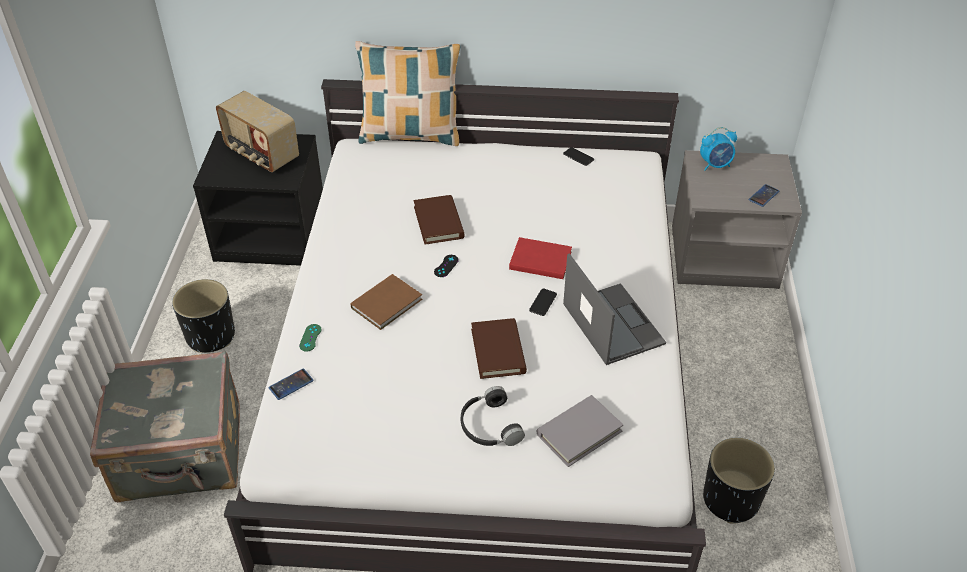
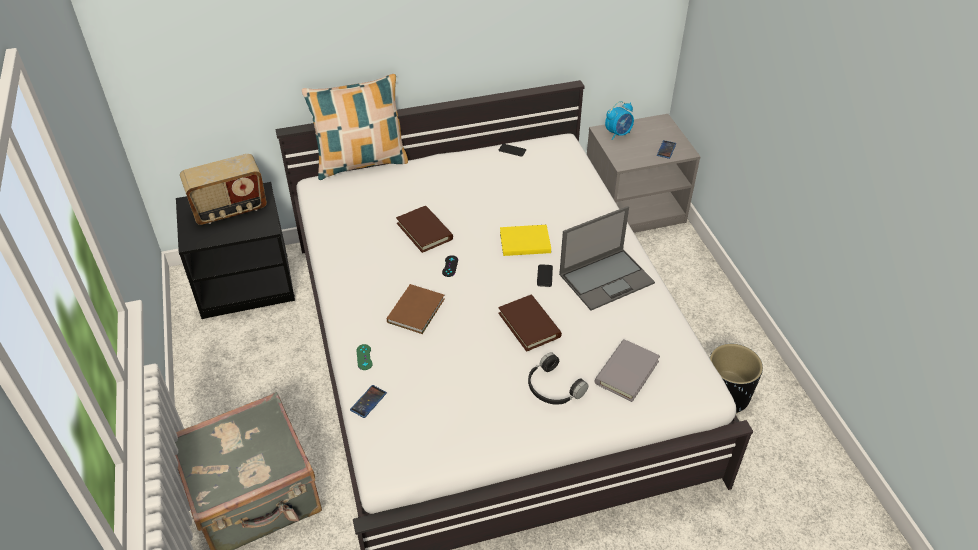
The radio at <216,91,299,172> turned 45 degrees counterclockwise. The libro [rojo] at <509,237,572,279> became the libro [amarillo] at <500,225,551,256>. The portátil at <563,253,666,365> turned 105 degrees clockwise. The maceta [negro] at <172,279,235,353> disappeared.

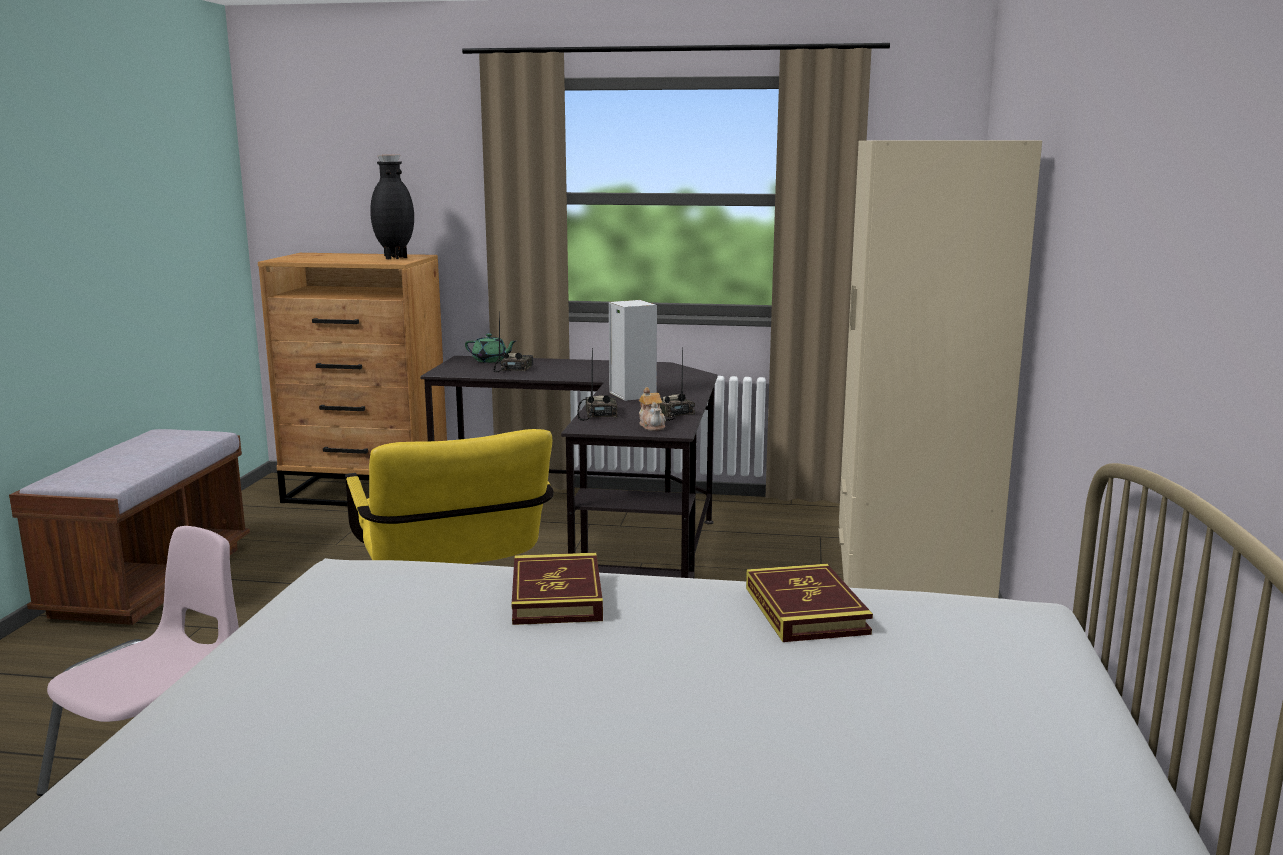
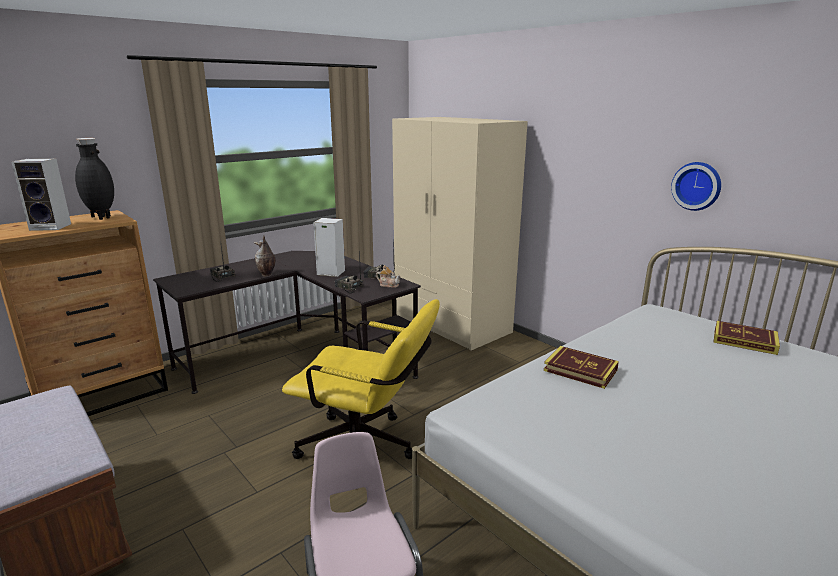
The altavoz at <11,158,71,231> appeared. The florero at <254,236,276,276> appeared. The reloj de pared at <671,162,721,211> appeared. The libro moved from <746,564,873,642> to <713,321,780,355>. The tetera [verde] at <465,334,516,363> disappeared.

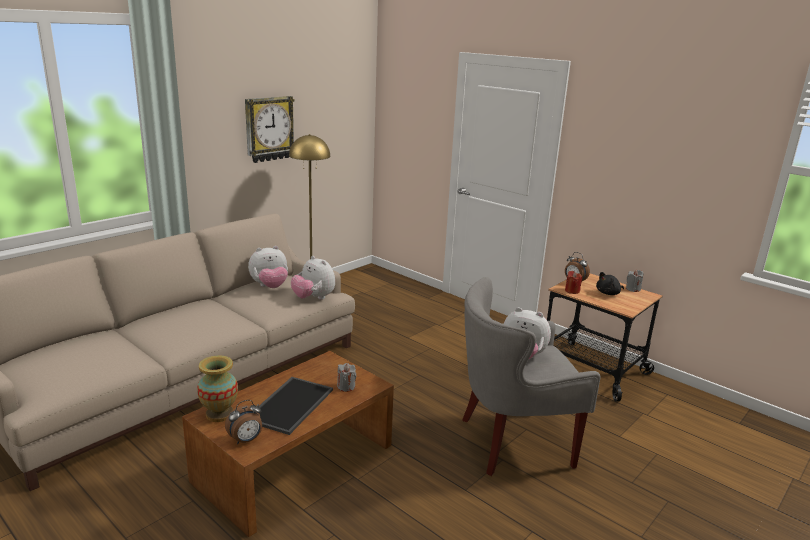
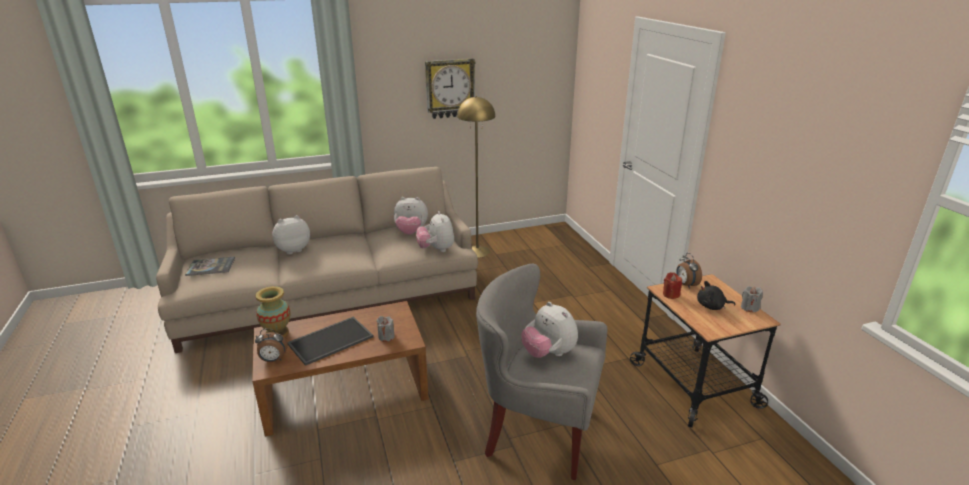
The libro at <185,257,235,276> appeared. The peluche at <272,215,310,255> appeared.

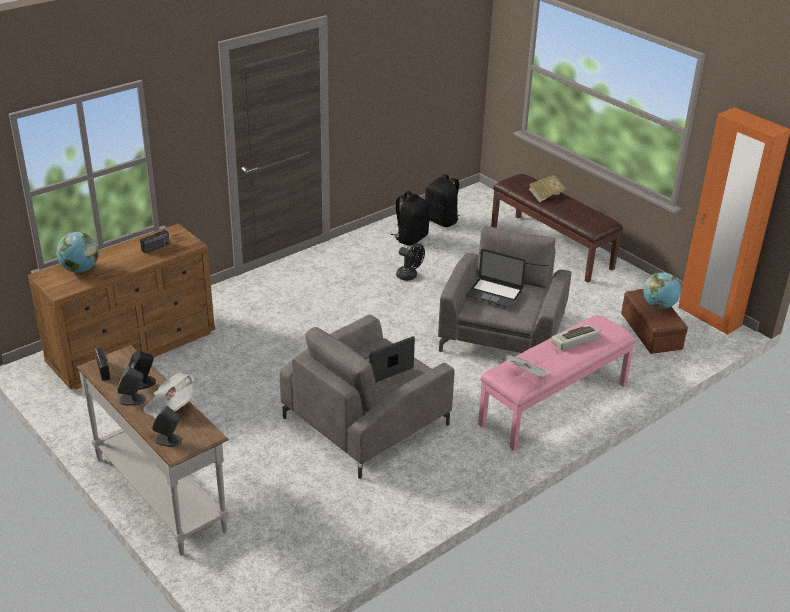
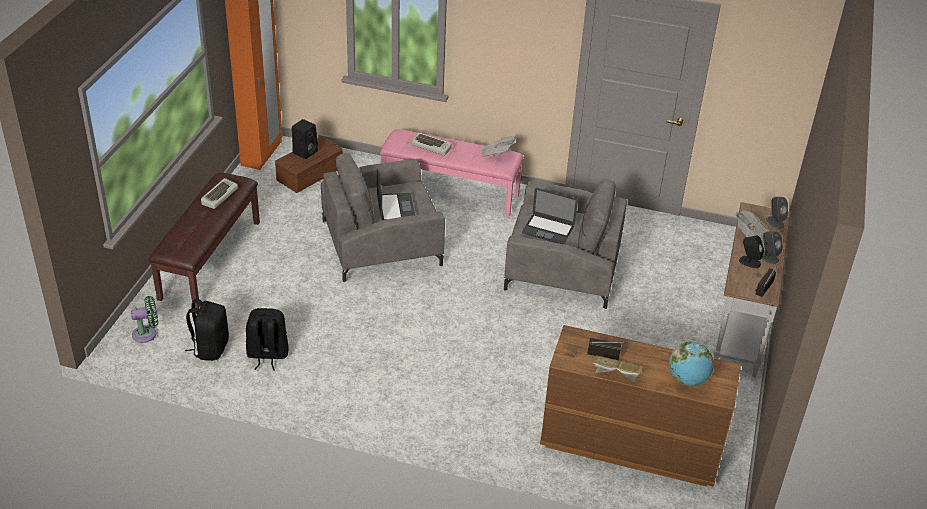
The ventilador [verde] at <131,296,158,343> appeared. The teclado at <201,178,238,209> appeared. The globo terráqueo at <643,272,681,309> was replaced by the altavoz [negro] at <292,119,318,159>. The libro moved from <529,175,566,203> to <593,356,643,382>. The ventilador [negro] at <396,244,425,281> disappeared.

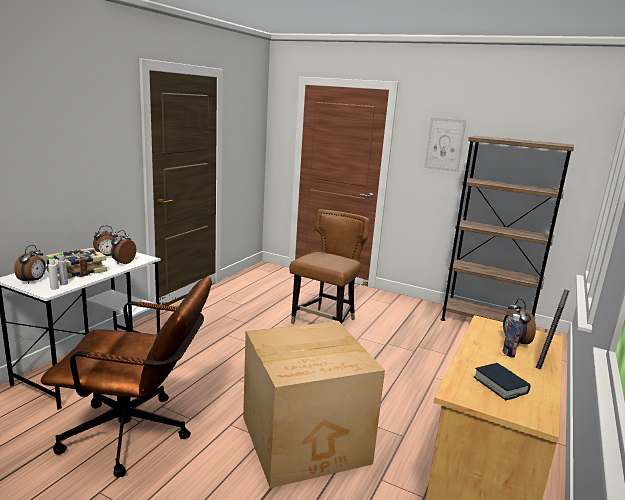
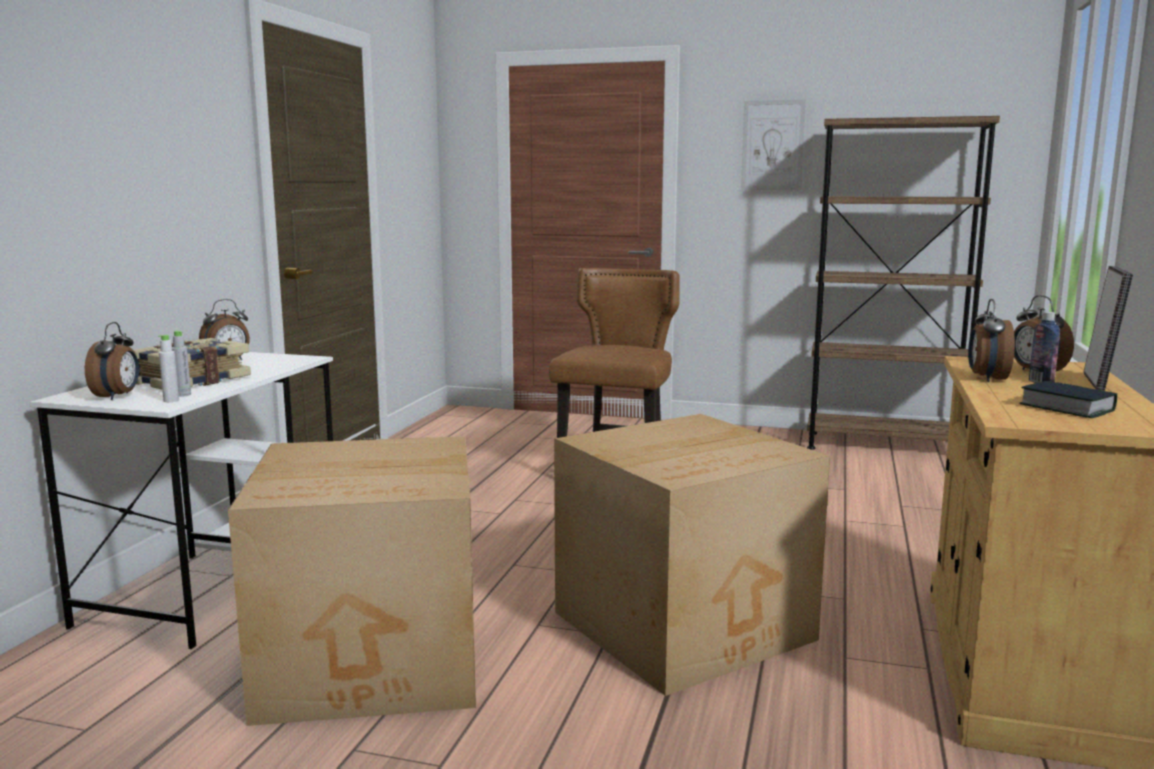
The silla de oficina [marrón] at <41,276,212,478> was replaced by the caja de cartón at <228,436,476,726>. The despertador moved from <111,230,136,264> to <968,299,1015,382>.

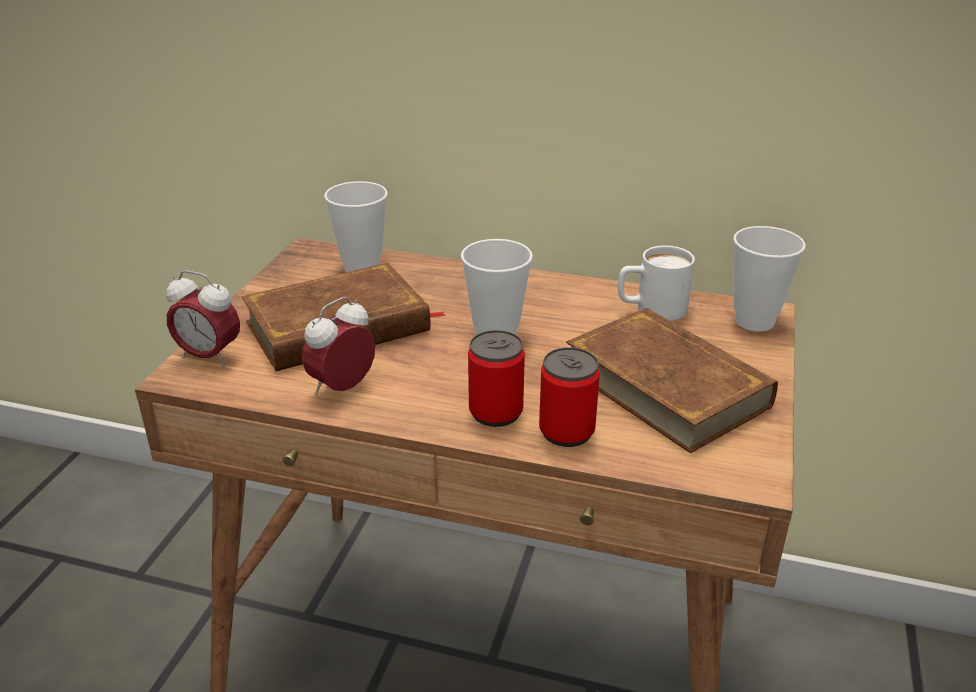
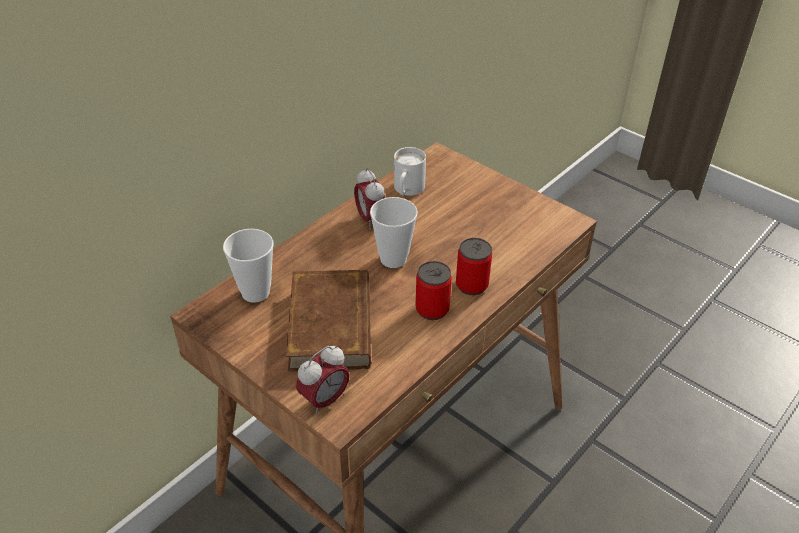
The despertador moved from <302,297,375,395> to <354,168,385,229>. The lata moved from <539,347,600,447> to <416,261,452,320>. The libro [marrón] at <566,308,778,453> disappeared. The taza at <733,226,806,331> disappeared.

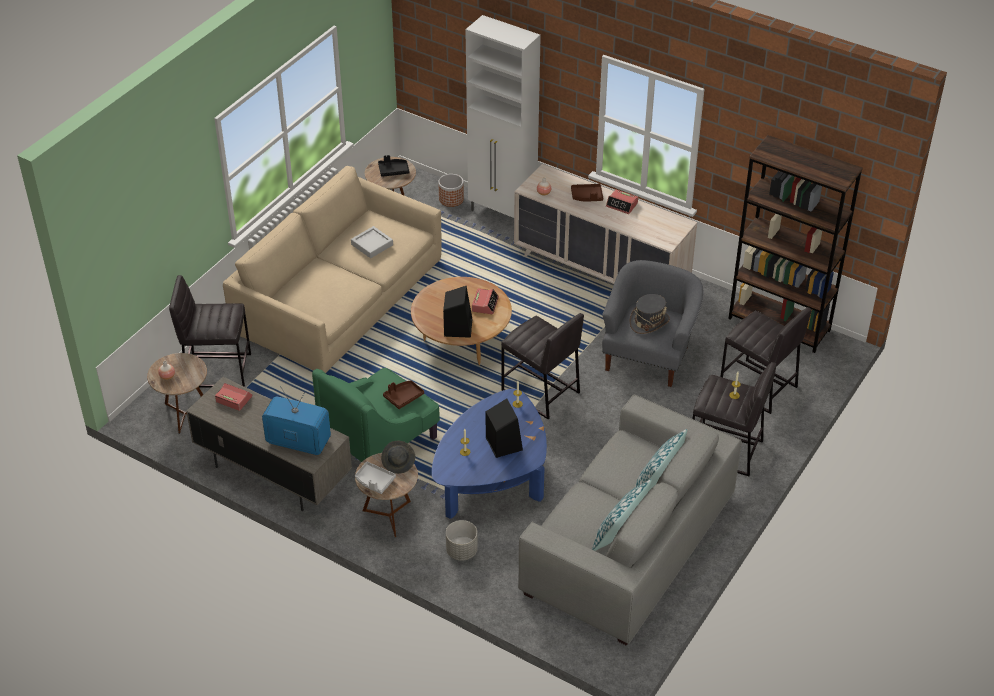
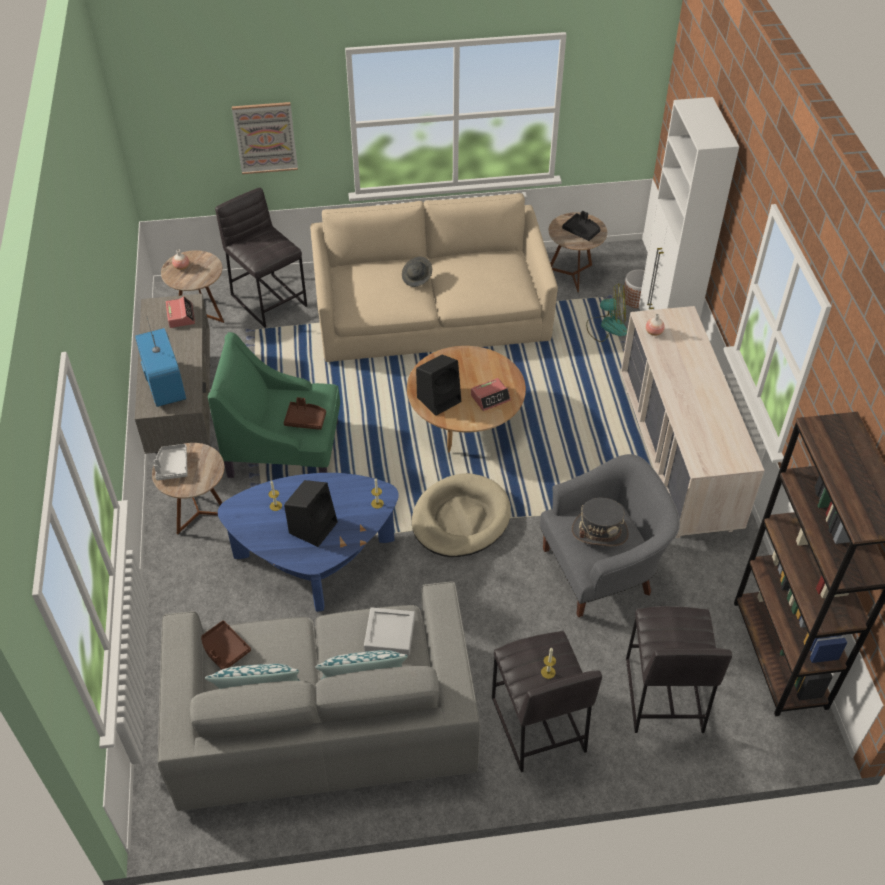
The bandeja [marrón] moved from <571,184,603,202> to <201,620,251,670>. The cuadro at <232,102,298,174> appeared. The bandeja [gris] moved from <351,226,393,258> to <364,607,415,656>. The sombrero [gris] moved from <381,441,415,474> to <402,257,432,287>. The taburete [gris] at <501,313,584,420> was replaced by the cama para perro [beis] at <412,473,511,557>. The ventilador at <586,283,627,342> appeared. The maceta [gris] at <446,520,478,561> disappeared. The despertador at <606,189,638,214> disappeared.

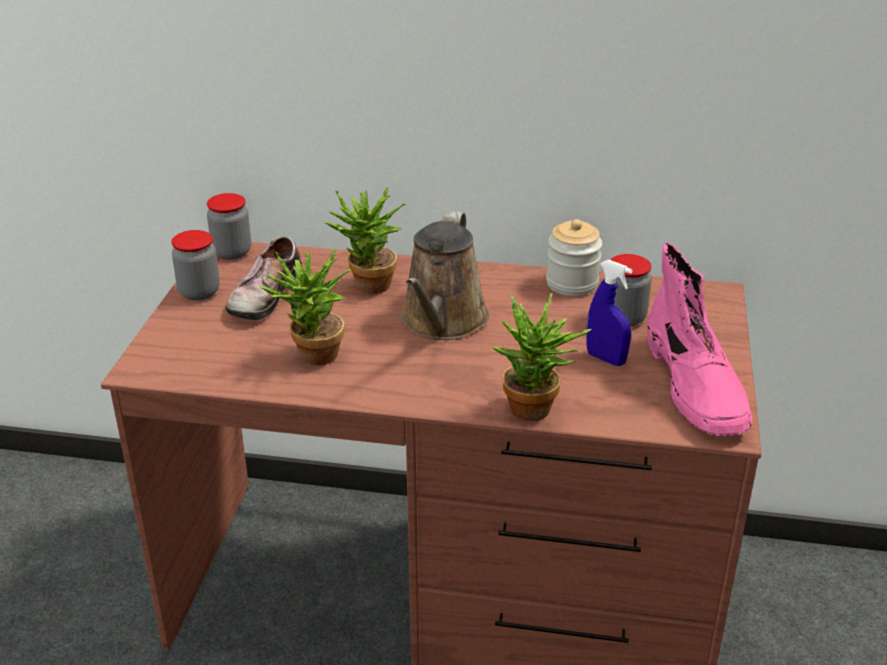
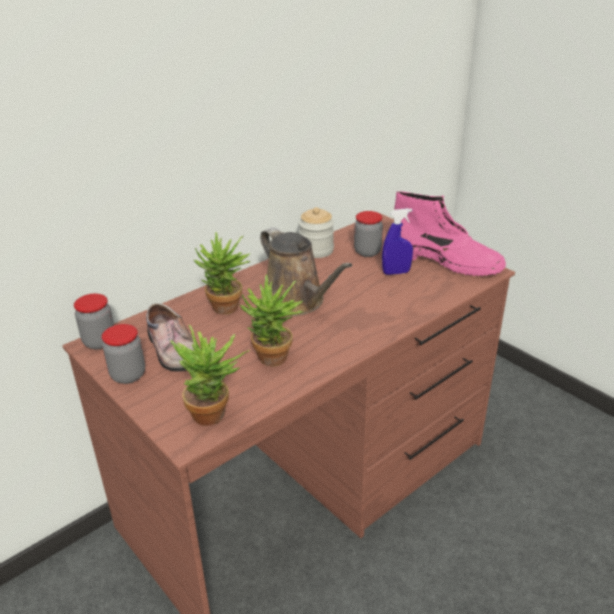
The planta en maceta moved from <492,293,592,421> to <170,325,249,426>.

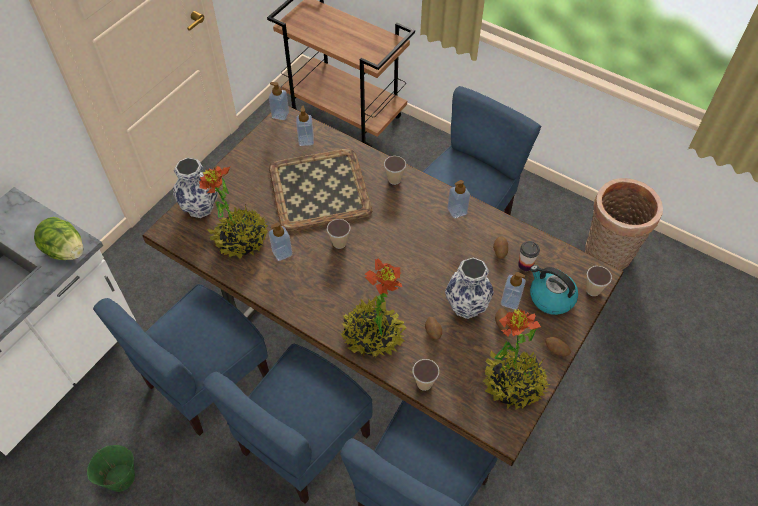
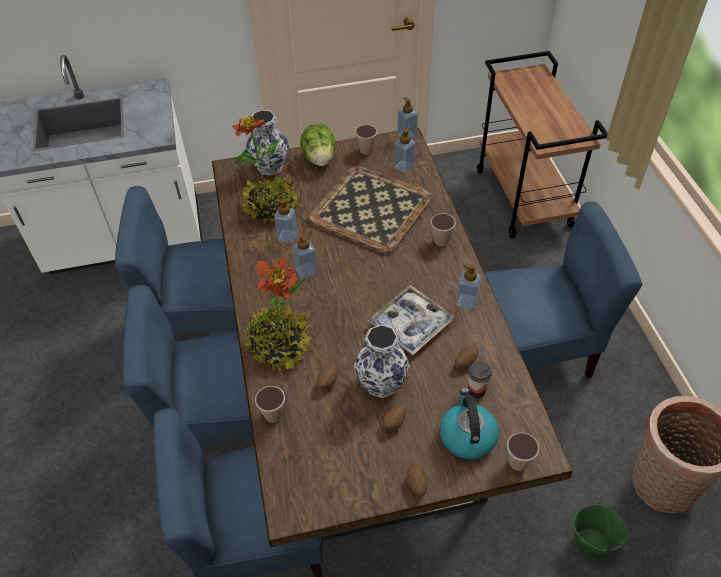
The dispensador de jabón moved from <501,272,526,310> to <293,234,317,279>. The lechuga moved from <34,217,83,260> to <300,124,336,166>. The taza moved from <327,219,350,249> to <355,125,377,155>. The bandeja at <368,285,454,355> appeared. The cubo [verde] moved from <87,445,135,492> to <573,503,628,559>. The planta en maceta at <483,309,551,409> disappeared.

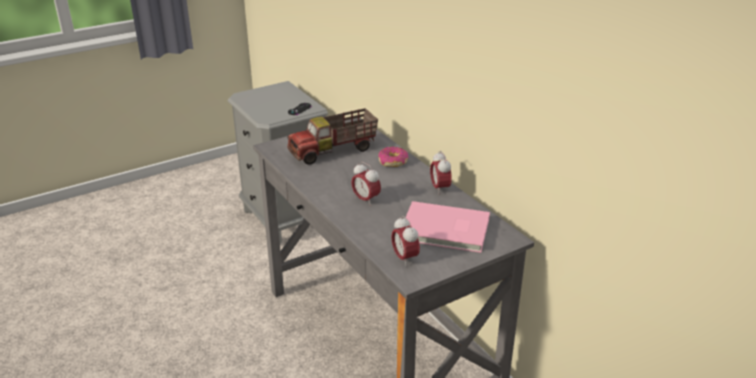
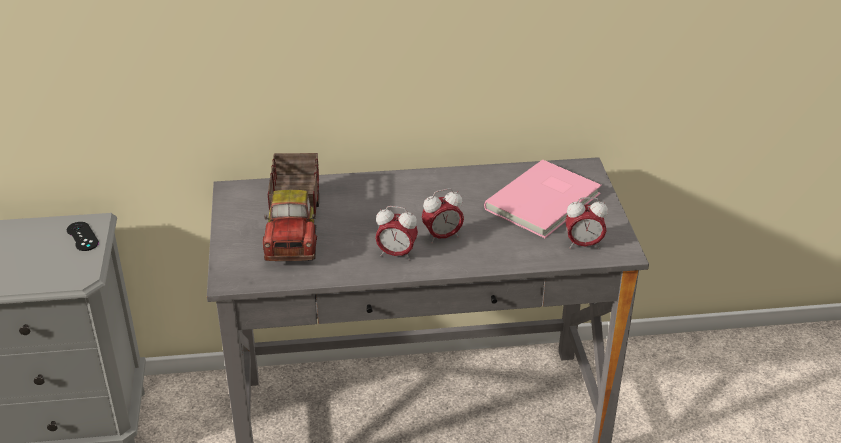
The despertador moved from <430,151,452,195> to <375,206,418,260>. The rosquilla at <378,147,409,167> disappeared.

